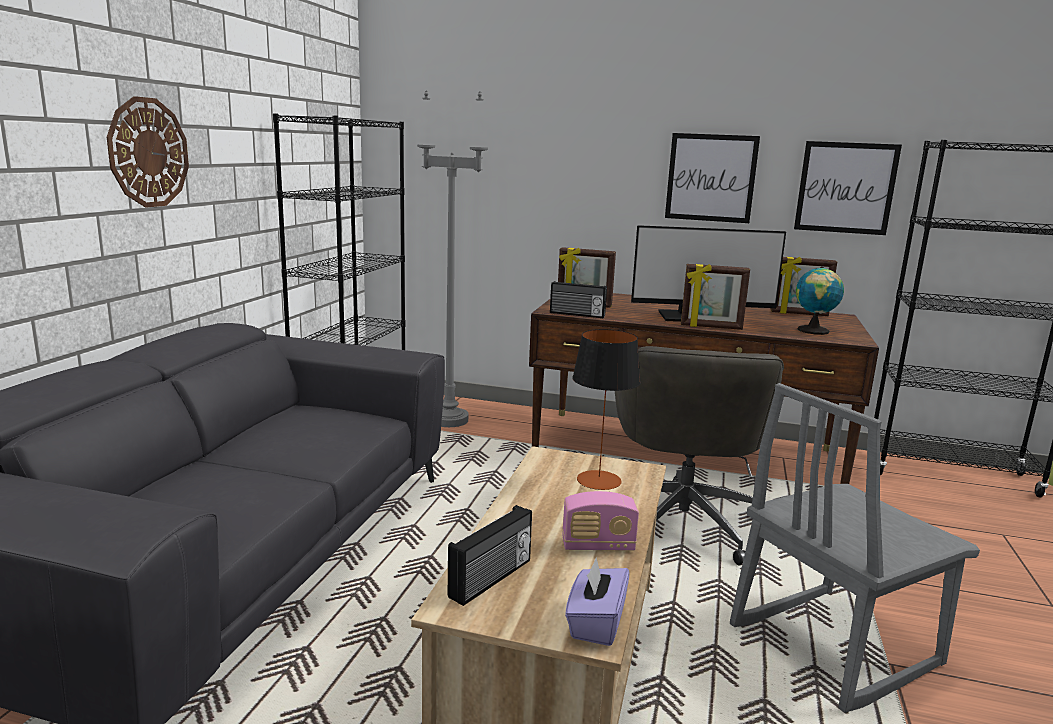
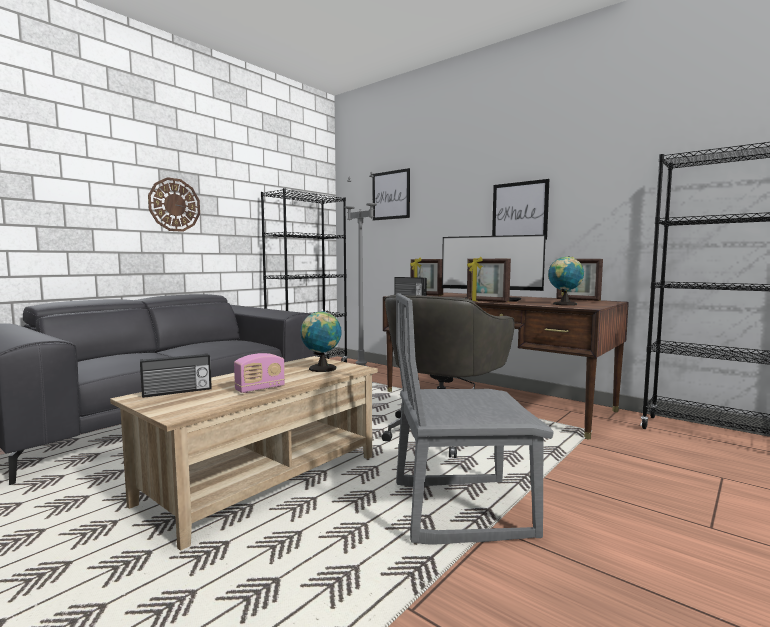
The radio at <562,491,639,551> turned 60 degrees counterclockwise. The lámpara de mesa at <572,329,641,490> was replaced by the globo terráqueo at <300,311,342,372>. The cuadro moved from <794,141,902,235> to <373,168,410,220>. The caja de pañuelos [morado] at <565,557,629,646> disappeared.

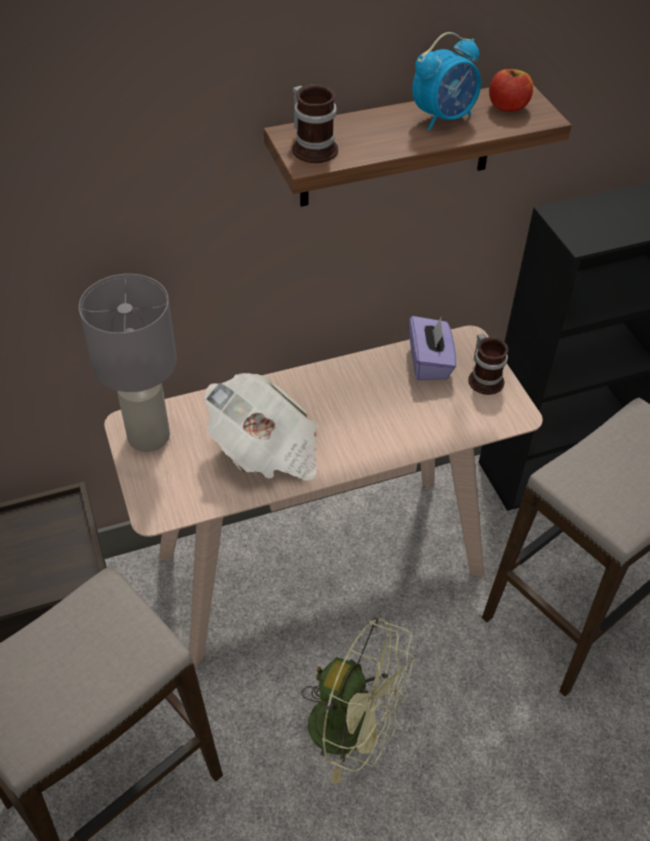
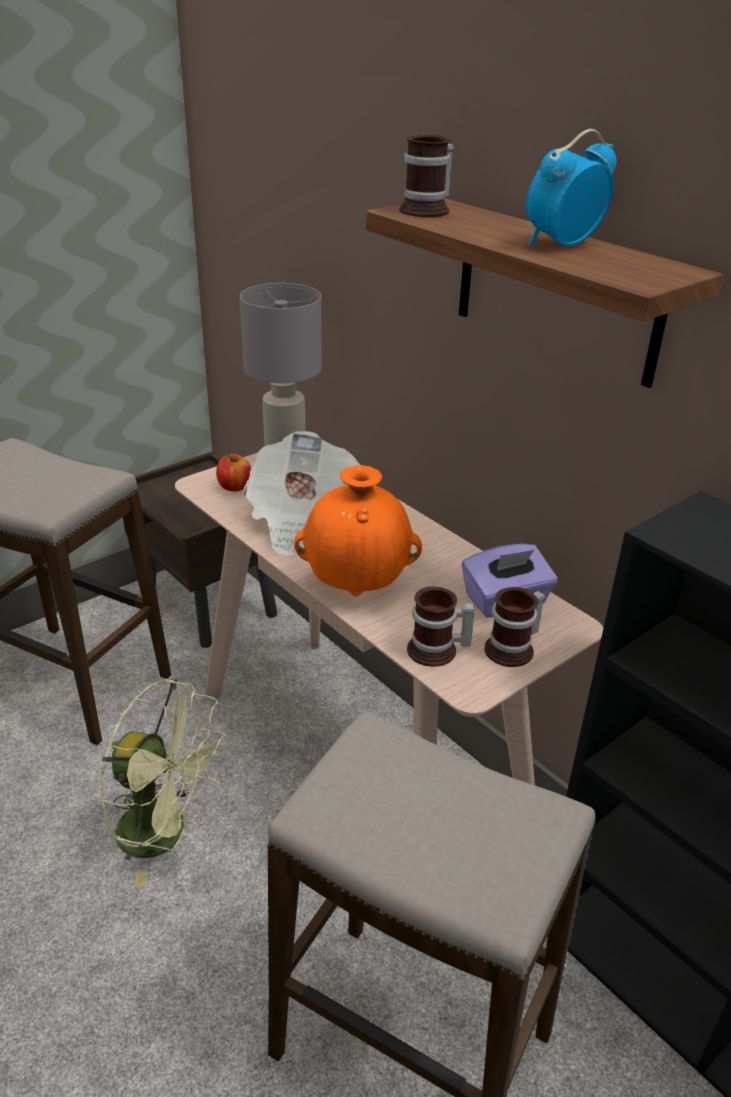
The ventilador [verde] at <301,618,415,783> turned 75 degrees counterclockwise. The manzana moved from <489,69,533,112> to <216,454,251,492>. The florero [naranja] at <294,465,422,597> appeared. The taza grande at <407,586,475,667> appeared. The despertador at <412,32,481,130> turned 105 degrees clockwise.

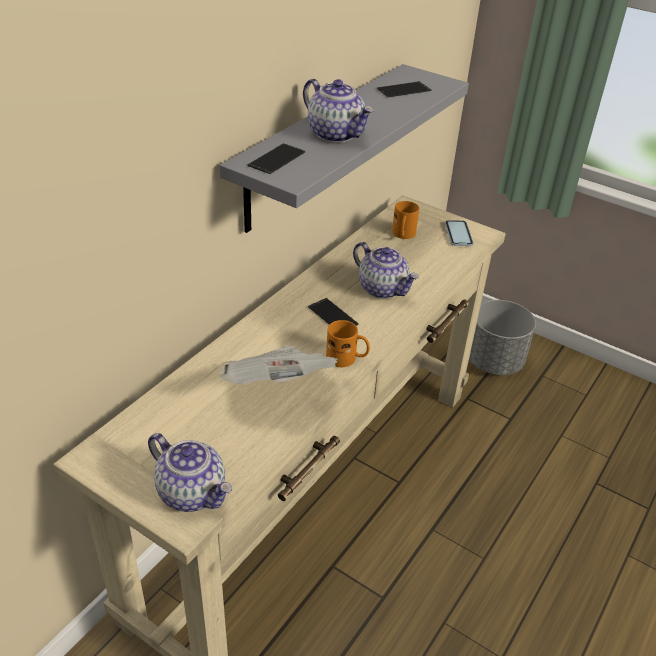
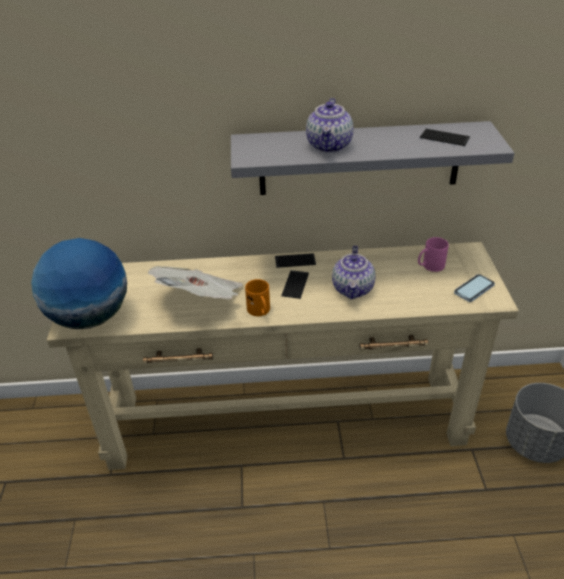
The tetera at <148,433,232,512> was replaced by the globo terráqueo at <31,238,127,329>. The móvil moved from <247,143,305,174> to <275,253,316,268>. The taza grande [naranja] at <392,201,419,239> became the taza grande [rosa] at <418,237,449,272>.

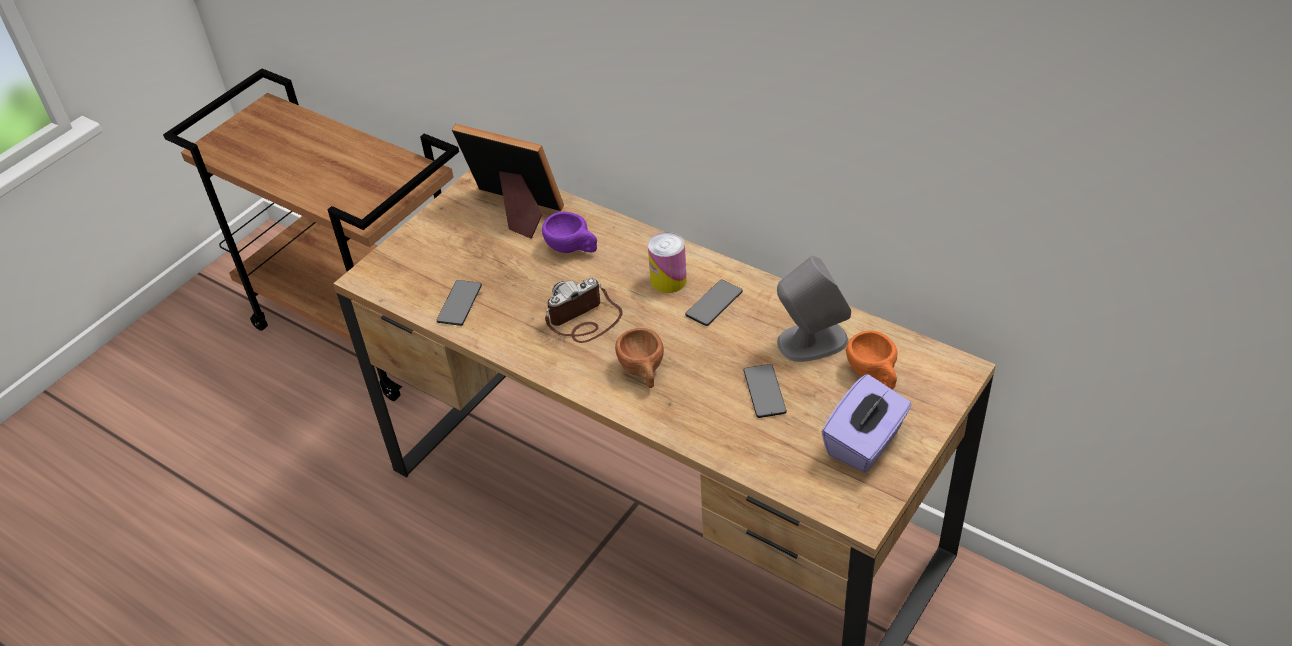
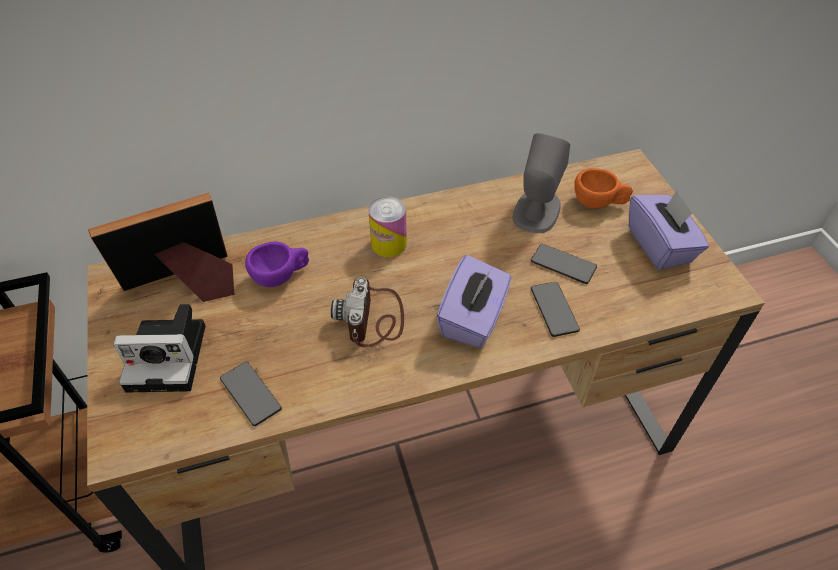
The cámara at <113,304,205,393> appeared. The taza [marrón] at <615,328,664,388> was replaced by the caja de pañuelos [morado] at <436,255,511,348>. The móvil moved from <685,280,743,326> to <531,282,580,337>.

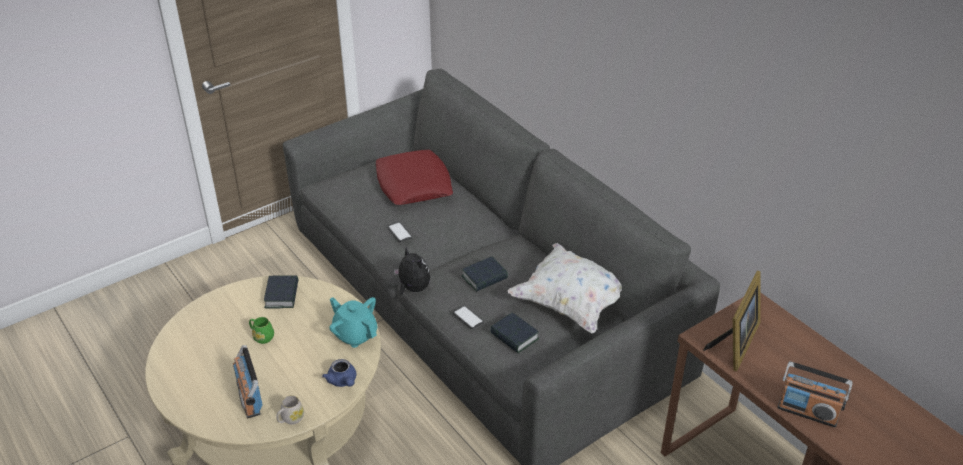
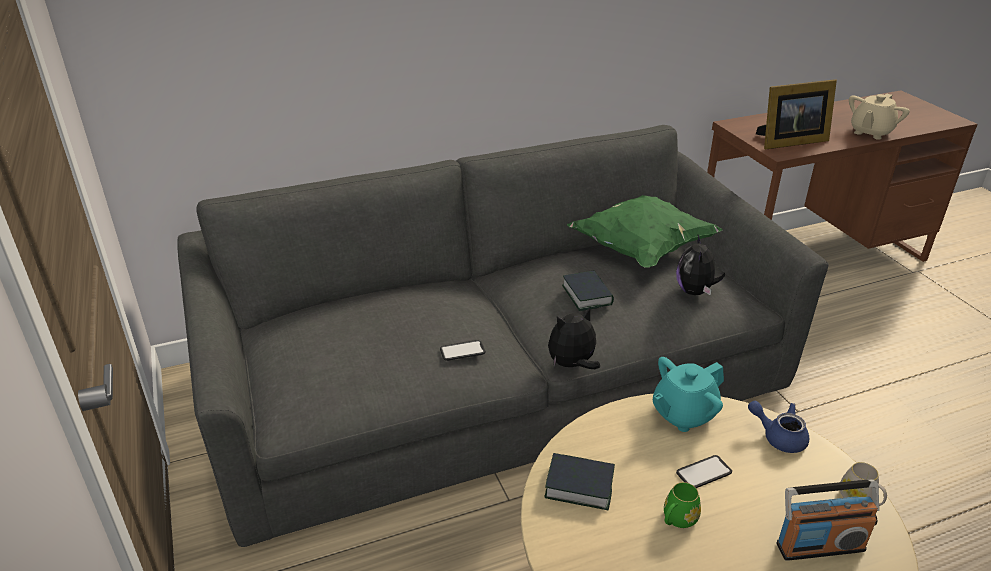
The cojín [blanco] at <507,243,622,333> became the cojín [verde] at <567,195,723,268>. The libro at <490,313,539,353> was replaced by the peluche at <676,235,725,296>. The móvil moved from <453,305,484,329> to <676,455,732,488>. The tetera [azul] at <322,359,356,387> turned 135 degrees counterclockwise. The portarretratos at <703,271,761,371> turned 120 degrees clockwise. The radio at <778,361,853,427> was replaced by the tetera [beis] at <849,93,910,140>. The cojín [rojo] at <376,150,453,205> disappeared.

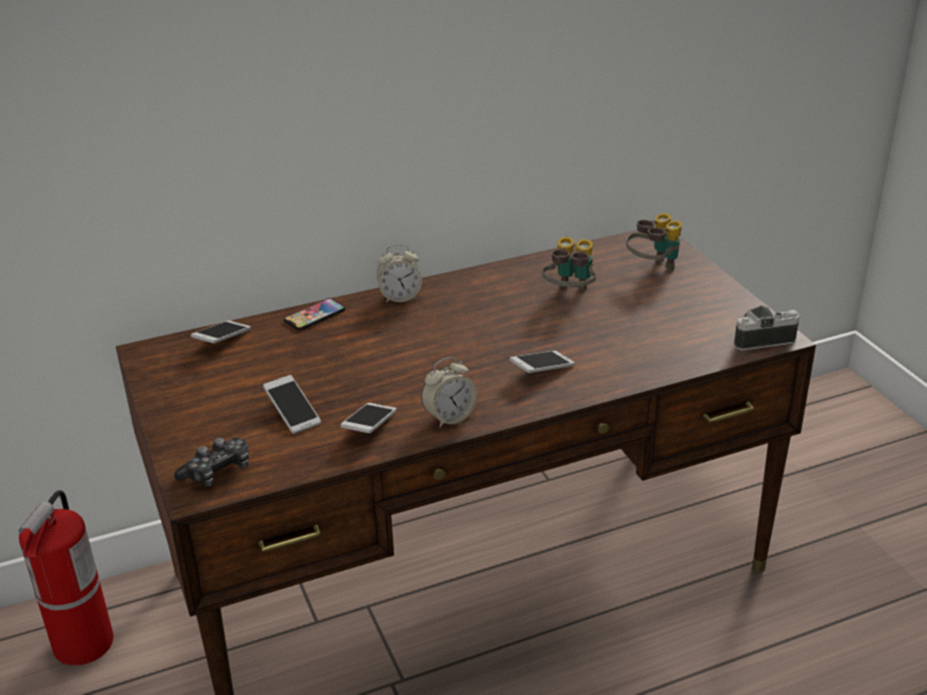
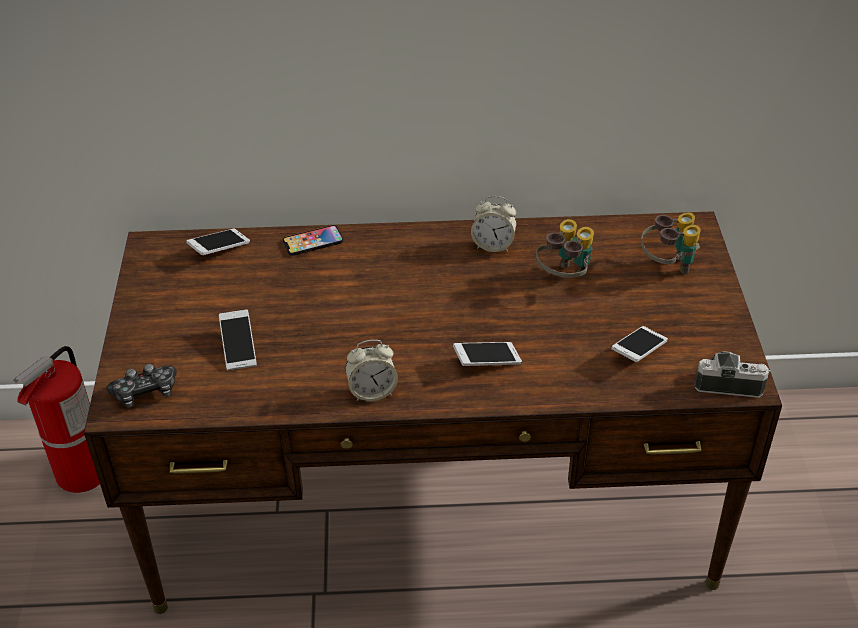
The despertador moved from <377,244,422,303> to <471,196,516,252>. The móvil moved from <341,403,396,433> to <611,326,668,362>.

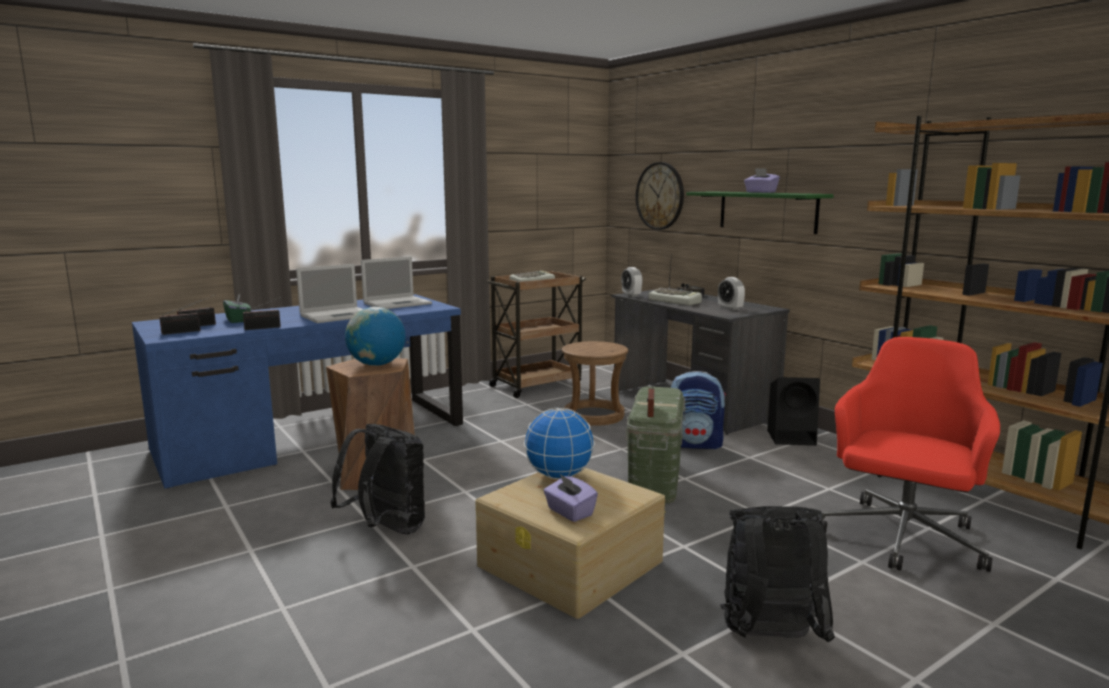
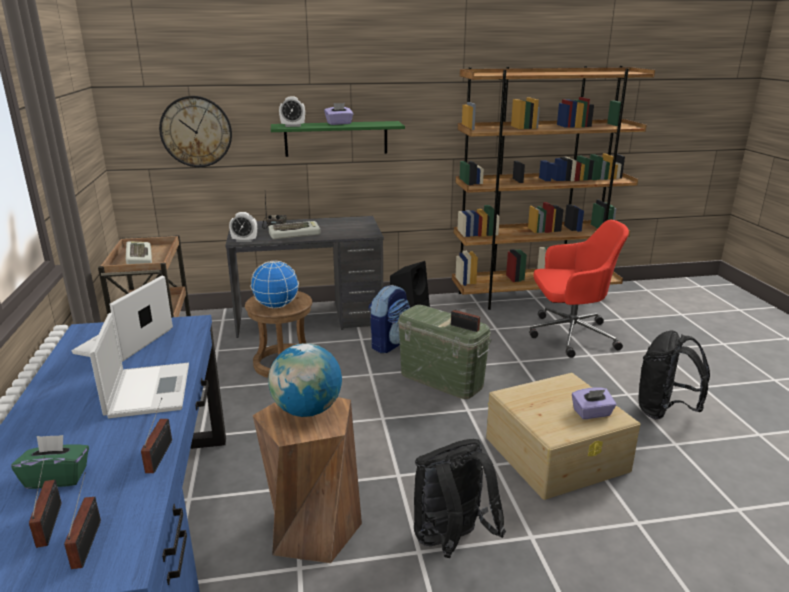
The portátil at <361,256,432,309> turned 150 degrees counterclockwise. The globo terráqueo moved from <524,408,595,479> to <250,261,299,308>. The despertador moved from <718,277,745,311> to <279,96,305,127>. The silla de oficina [rojo] at <822,337,1000,572> turned 120 degrees clockwise.

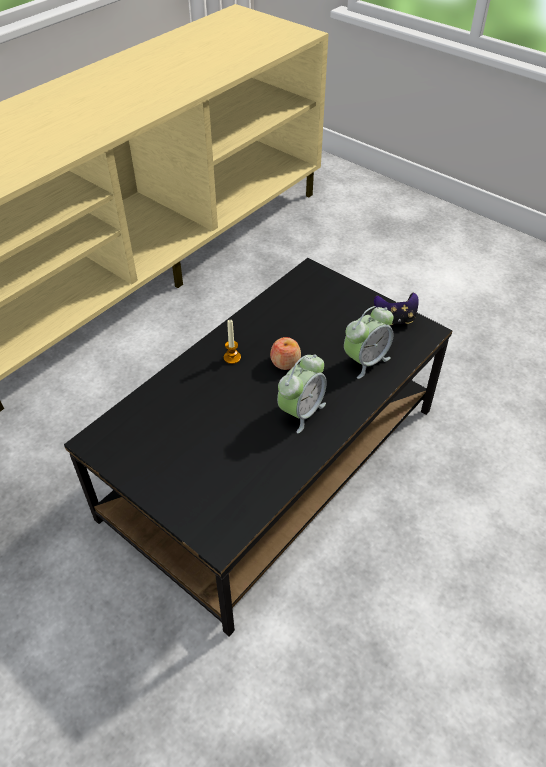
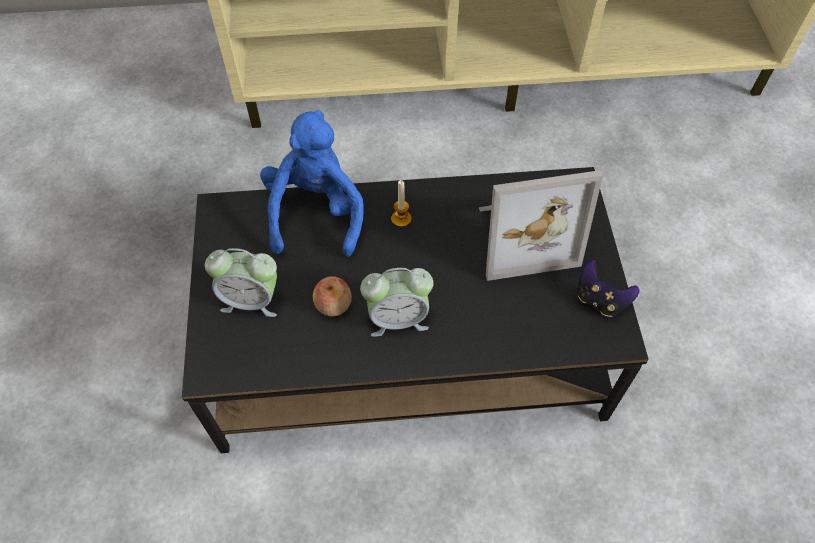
The despertador moved from <344,306,394,379> to <205,248,277,317>. The peluche [azul] at <260,110,363,257> appeared. The manzana moved from <270,337,301,370> to <313,276,352,317>. The portarretratos at <479,170,603,281> appeared.

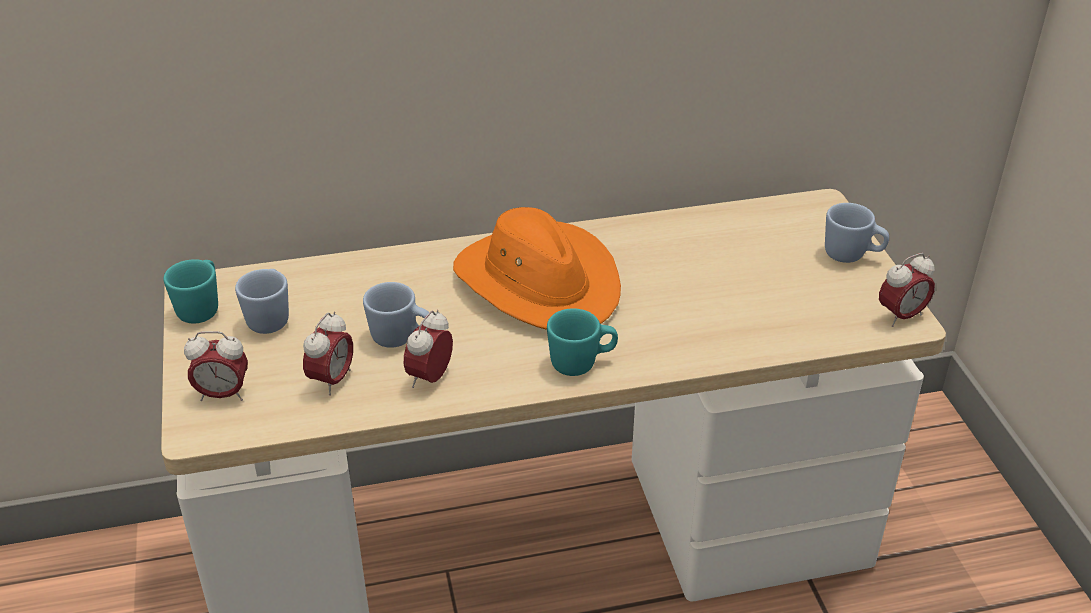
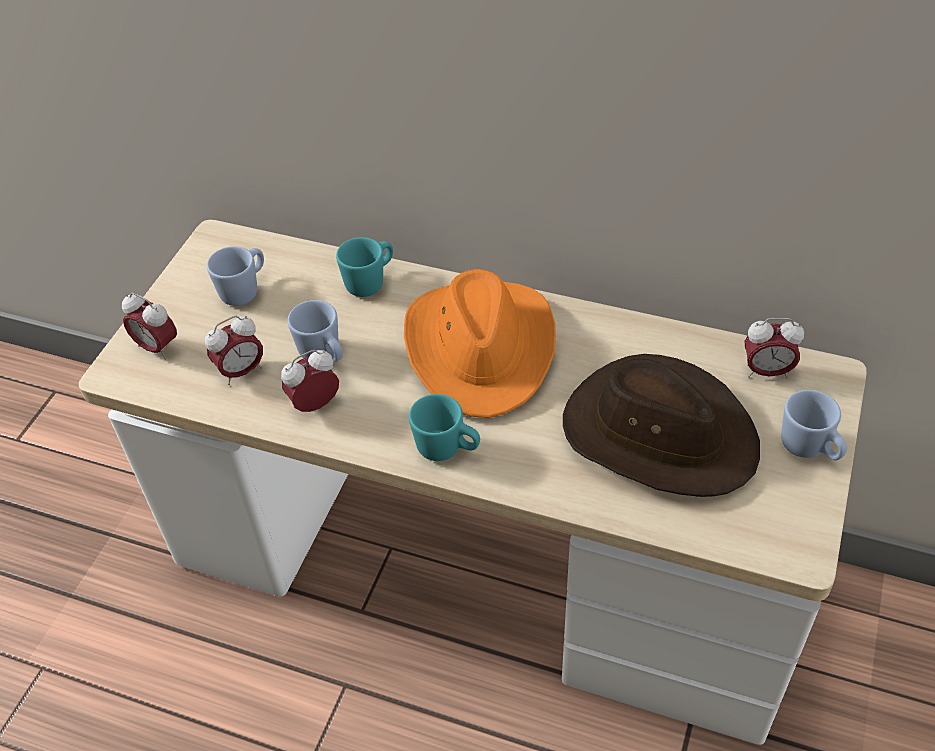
The taza grande [turquesa] moved from <163,259,218,324> to <336,237,393,297>. The sombrero [marrón] at <563,354,760,497> appeared. The despertador moved from <879,253,935,327> to <745,318,804,379>.

